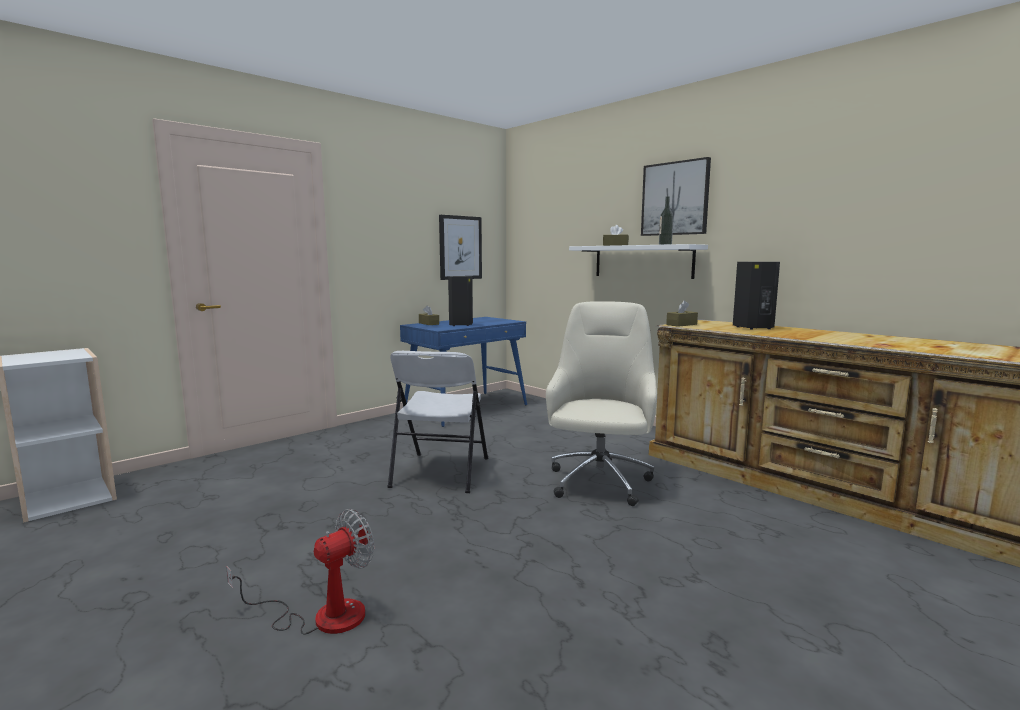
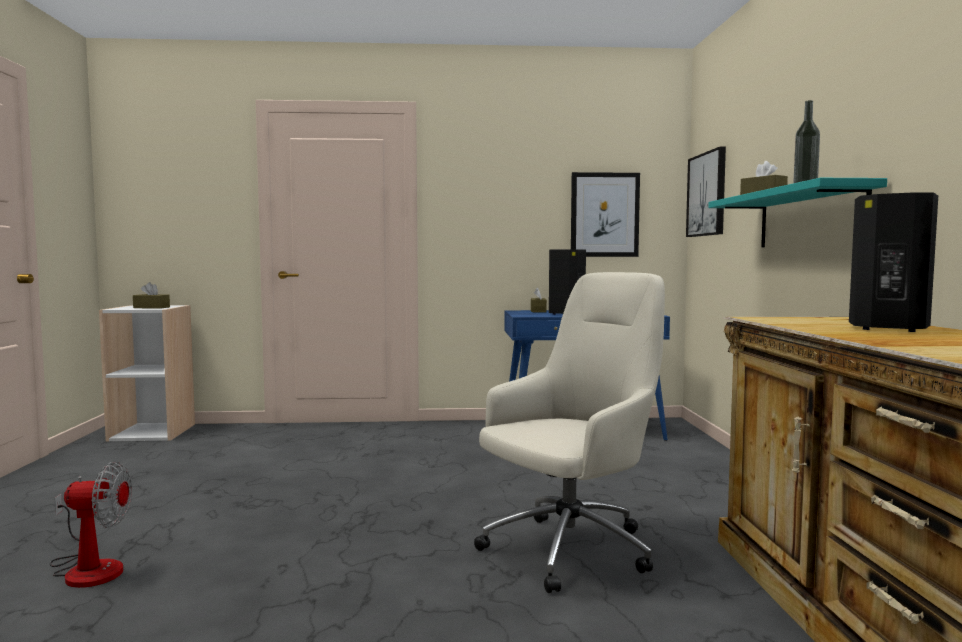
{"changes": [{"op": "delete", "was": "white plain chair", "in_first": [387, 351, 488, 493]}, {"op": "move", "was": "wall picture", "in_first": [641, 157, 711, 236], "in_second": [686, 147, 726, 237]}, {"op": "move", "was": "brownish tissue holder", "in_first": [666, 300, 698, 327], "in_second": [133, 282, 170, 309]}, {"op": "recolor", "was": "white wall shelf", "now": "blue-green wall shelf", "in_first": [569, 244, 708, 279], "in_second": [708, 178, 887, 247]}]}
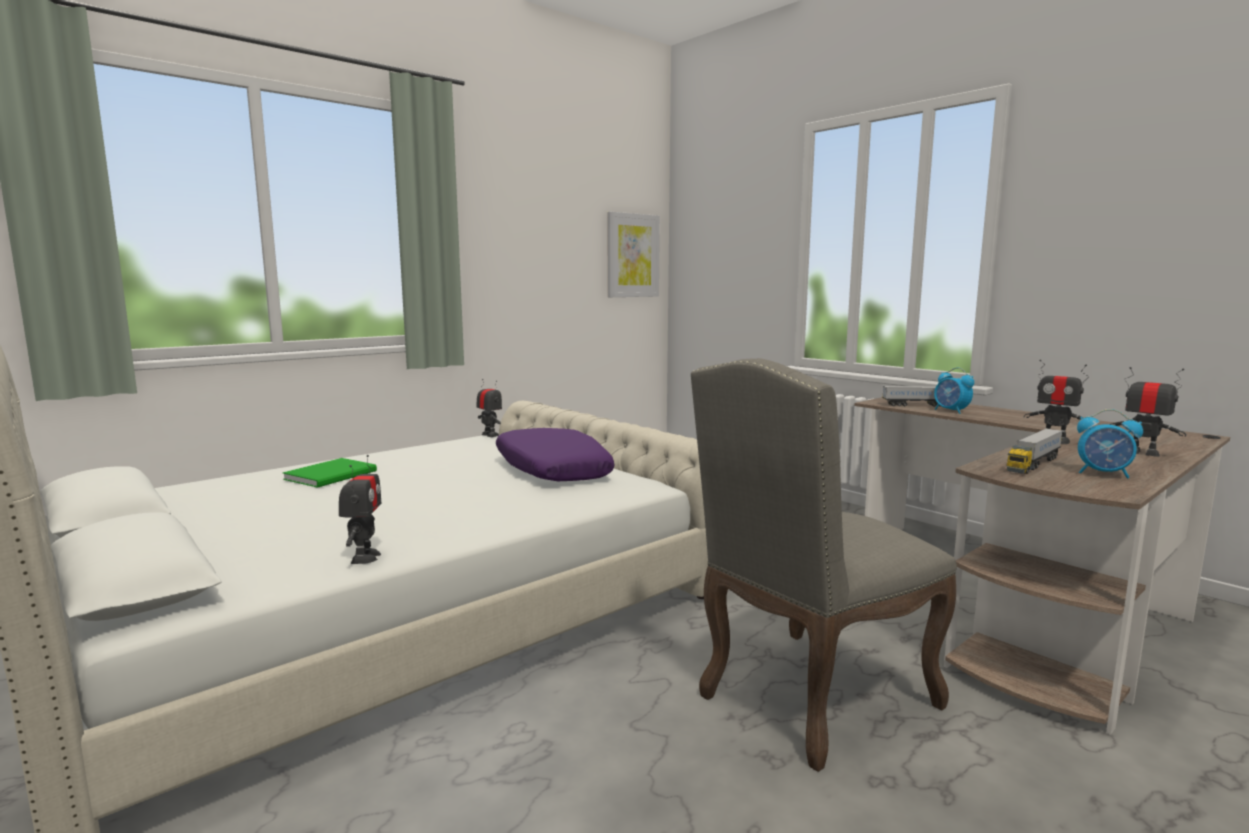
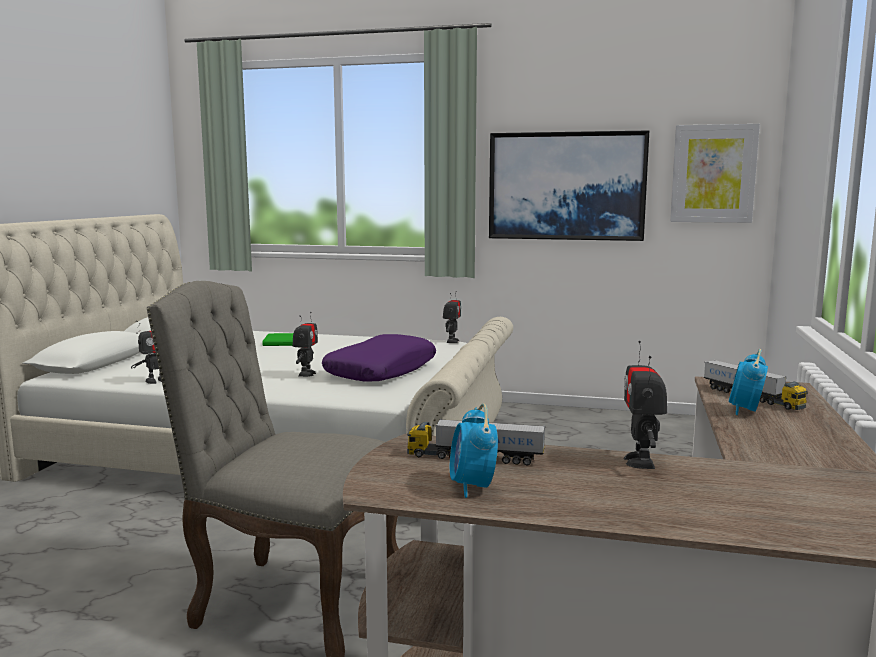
{"changes": [{"op": "insert", "now": "wall picture", "in_second": [489, 130, 649, 241]}, {"op": "move", "was": "robot figure", "in_first": [1109, 367, 1187, 457], "in_second": [293, 312, 318, 377]}]}
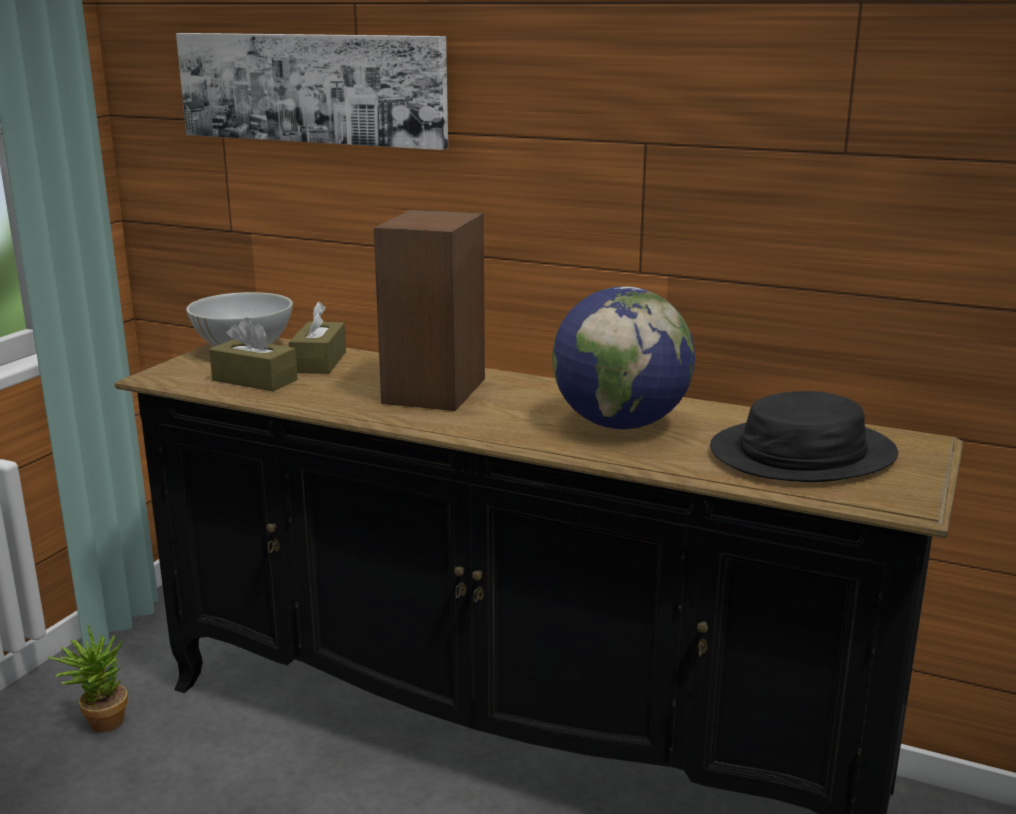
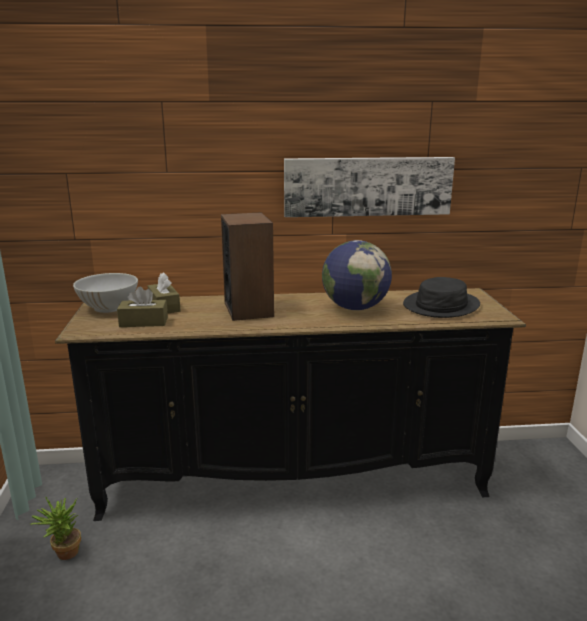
{"changes": [{"op": "move", "was": "wall picture", "in_first": [176, 33, 448, 150], "in_second": [284, 157, 455, 217]}]}
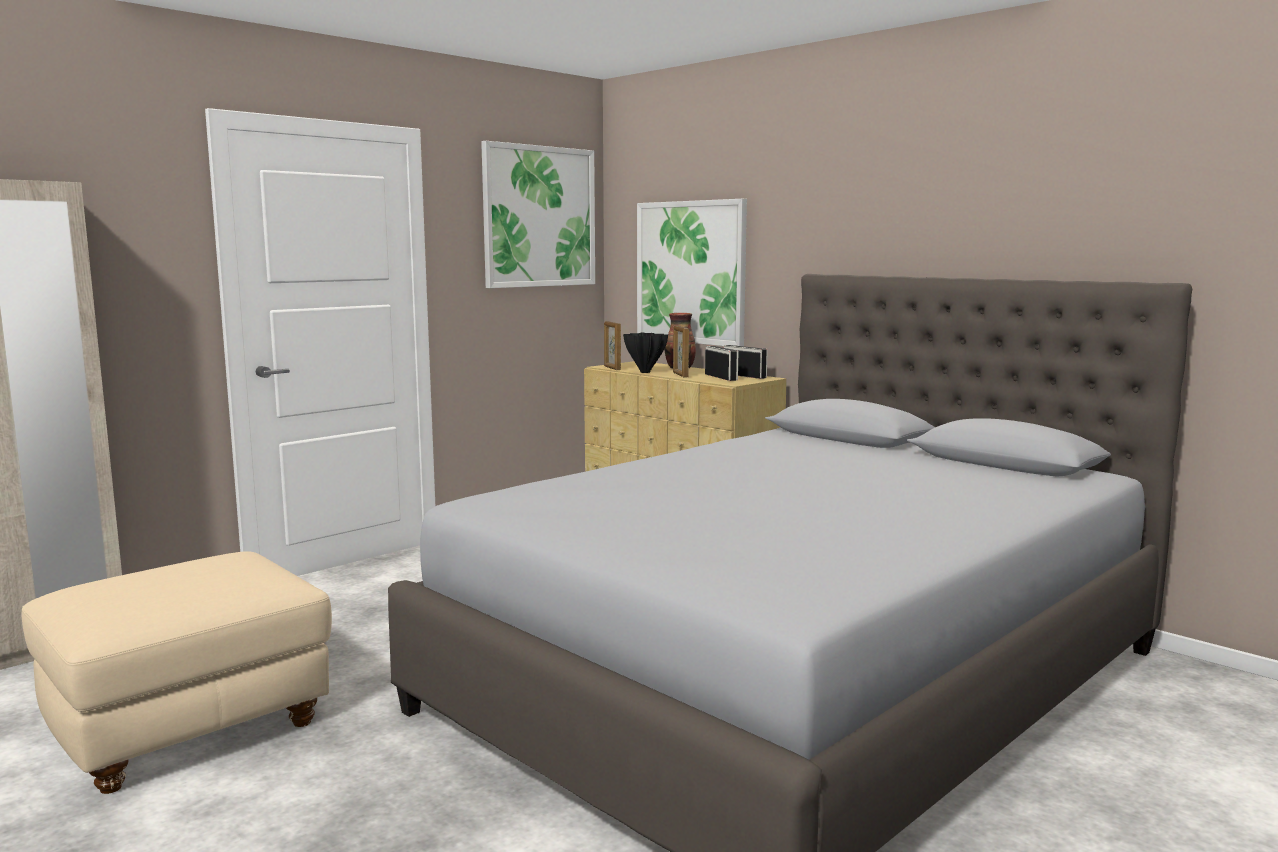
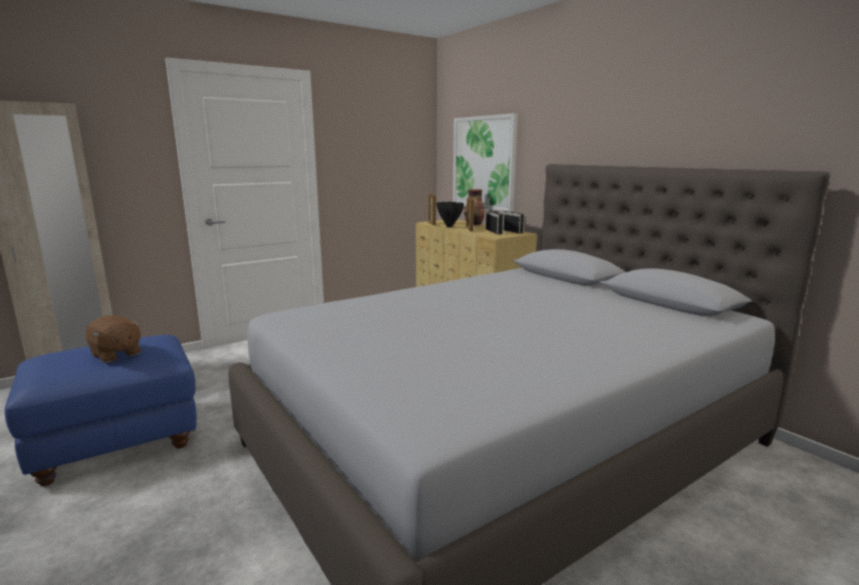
{"changes": [{"op": "delete", "was": "wall picture", "in_first": [481, 141, 595, 288]}, {"op": "insert", "now": "brownish plush toy", "in_second": [86, 315, 142, 363]}, {"op": "recolor", "was": "beige ottoman", "now": "blue-coloured ottoman", "in_first": [22, 551, 332, 794], "in_second": [5, 335, 197, 486]}]}
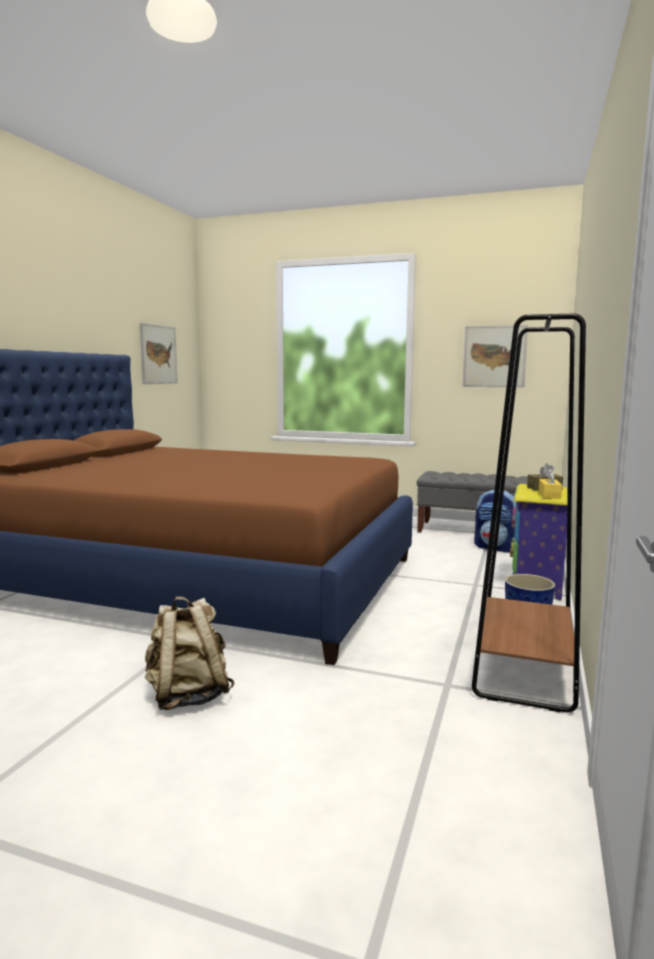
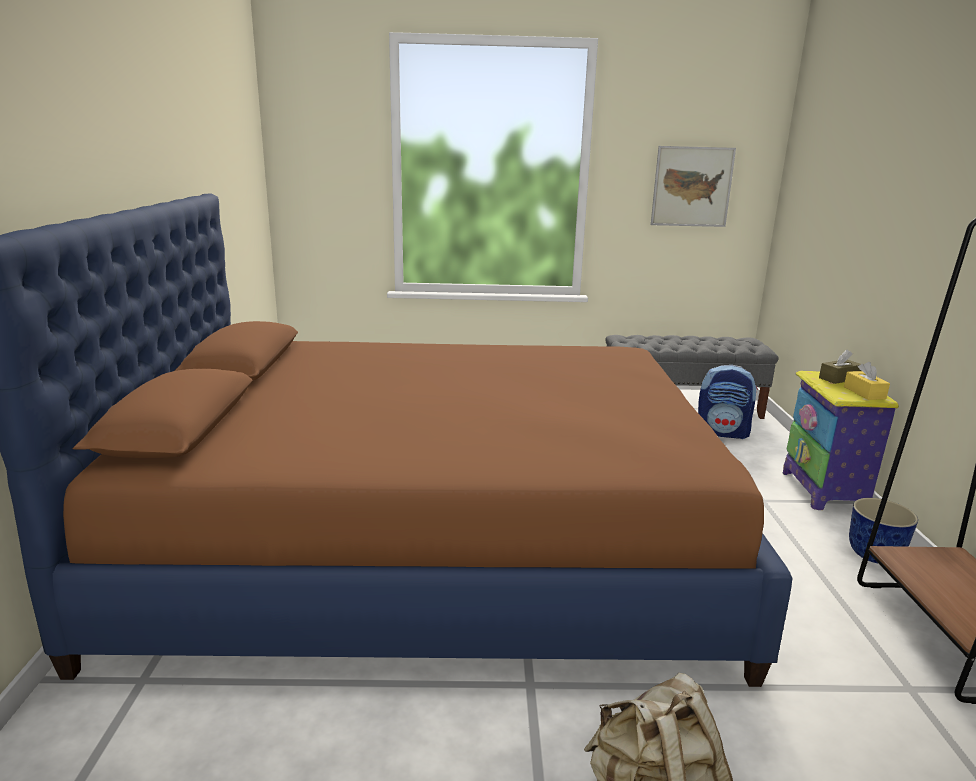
{"changes": [{"op": "delete", "was": "wall picture", "in_first": [140, 323, 178, 384]}]}
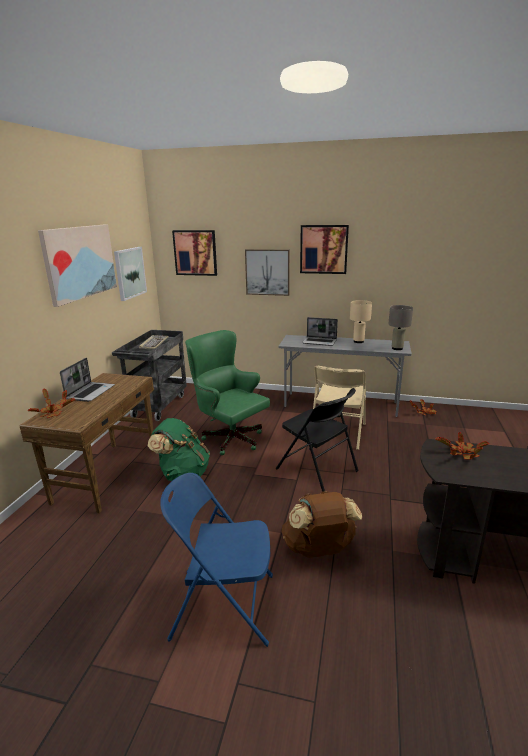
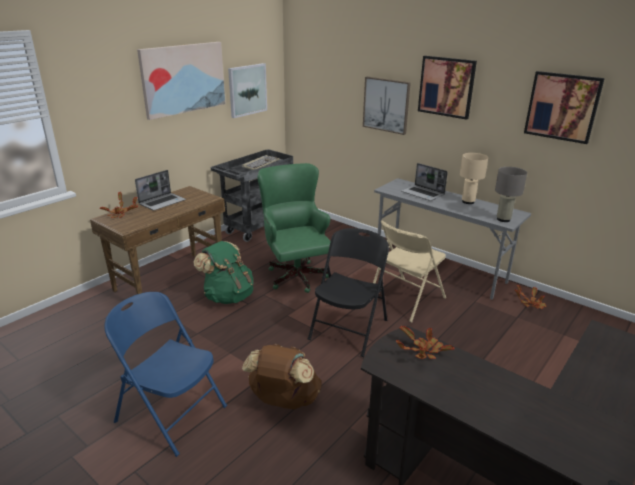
{"changes": [{"op": "move", "was": "wall picture", "in_first": [172, 230, 217, 276], "in_second": [524, 71, 605, 144]}, {"op": "rotate", "was": "black-coloured plain chair", "in_first": [276, 388, 359, 492], "in_second": [308, 228, 389, 357], "clockwise": -135}]}
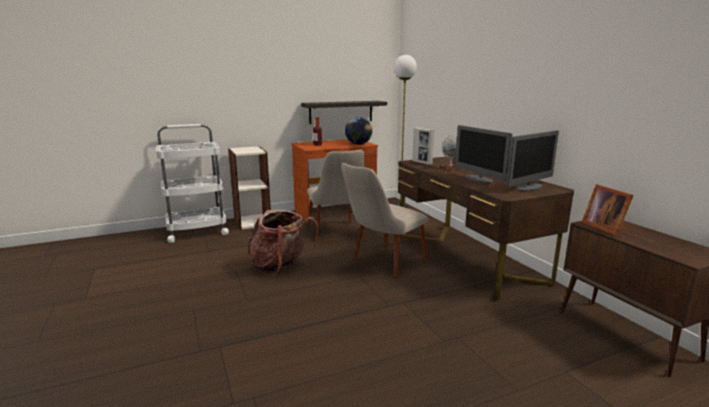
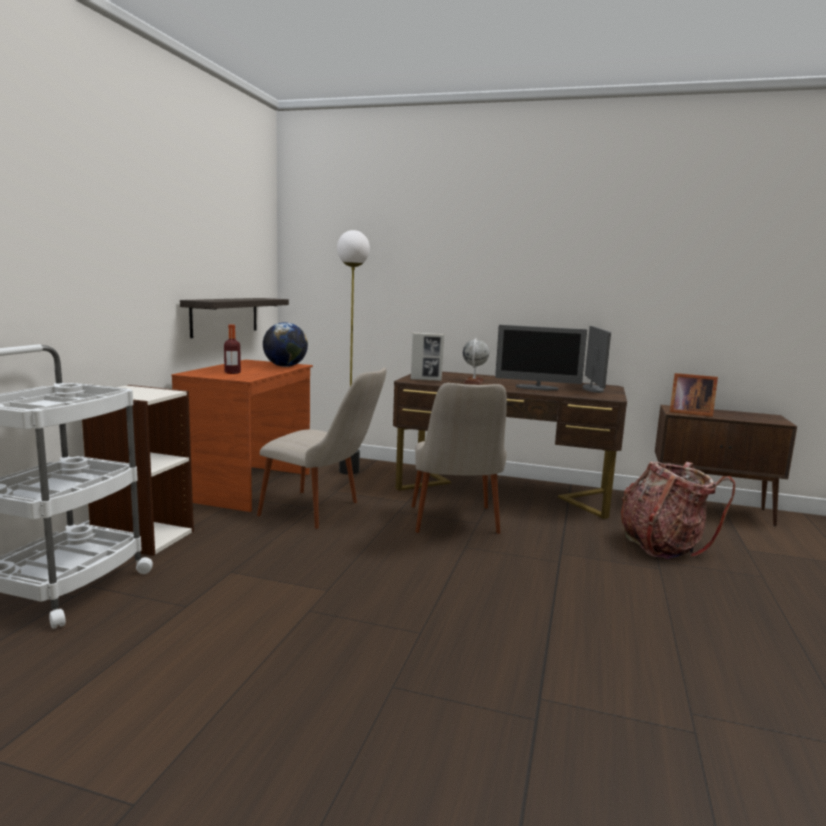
{"changes": [{"op": "move", "was": "rucksack", "in_first": [247, 209, 318, 276], "in_second": [621, 462, 735, 559]}]}
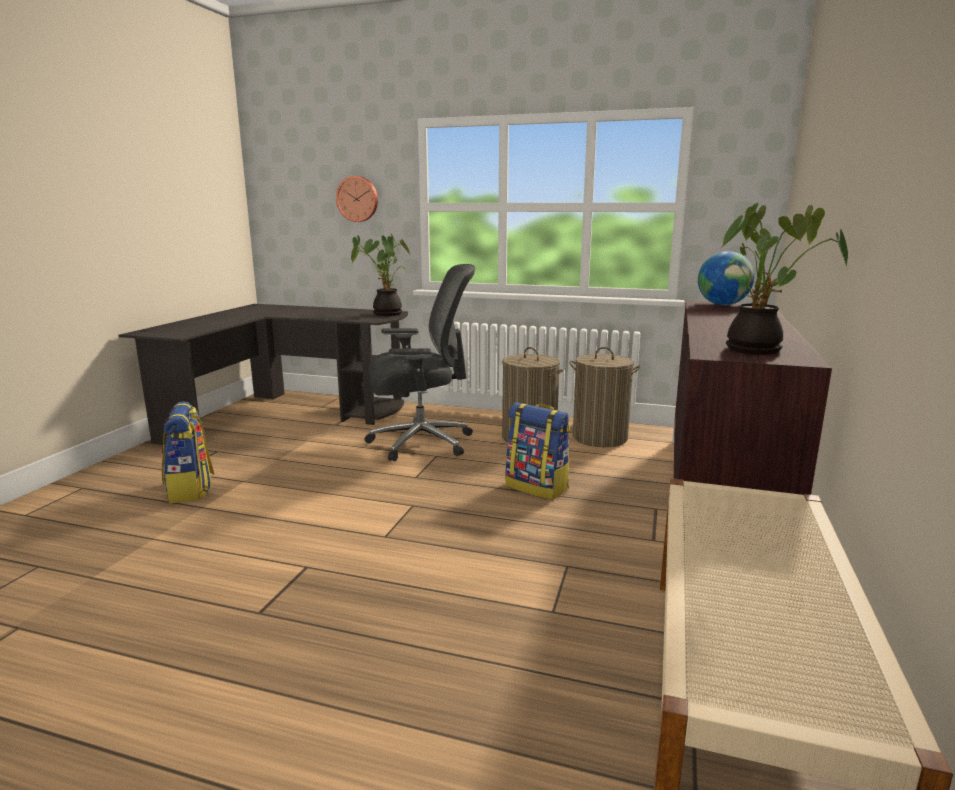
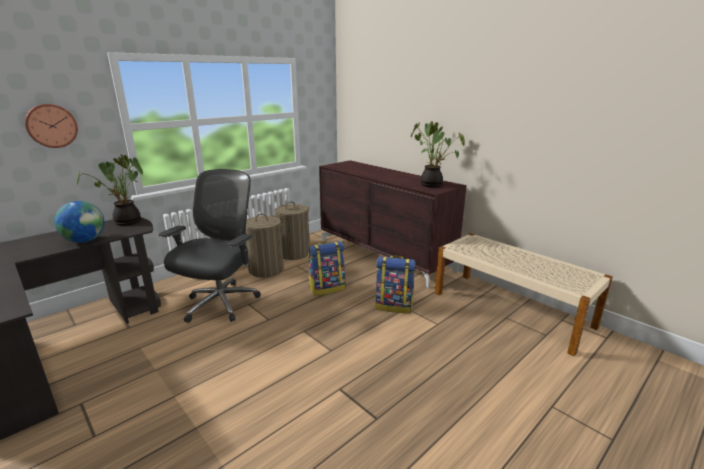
{"changes": [{"op": "move", "was": "rucksack", "in_first": [162, 401, 214, 503], "in_second": [375, 256, 416, 313]}, {"op": "move", "was": "globe", "in_first": [698, 251, 754, 305], "in_second": [54, 201, 104, 243]}]}
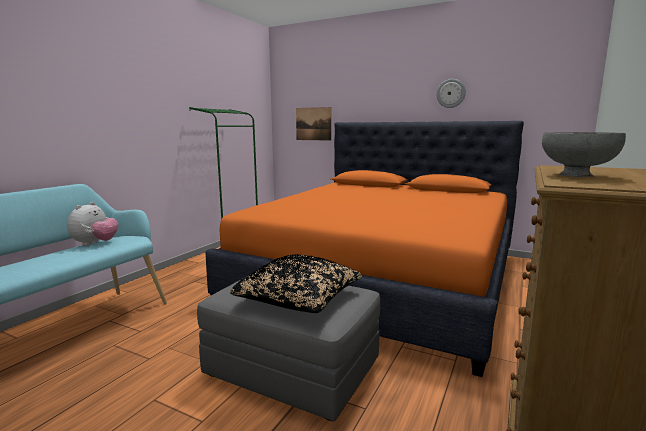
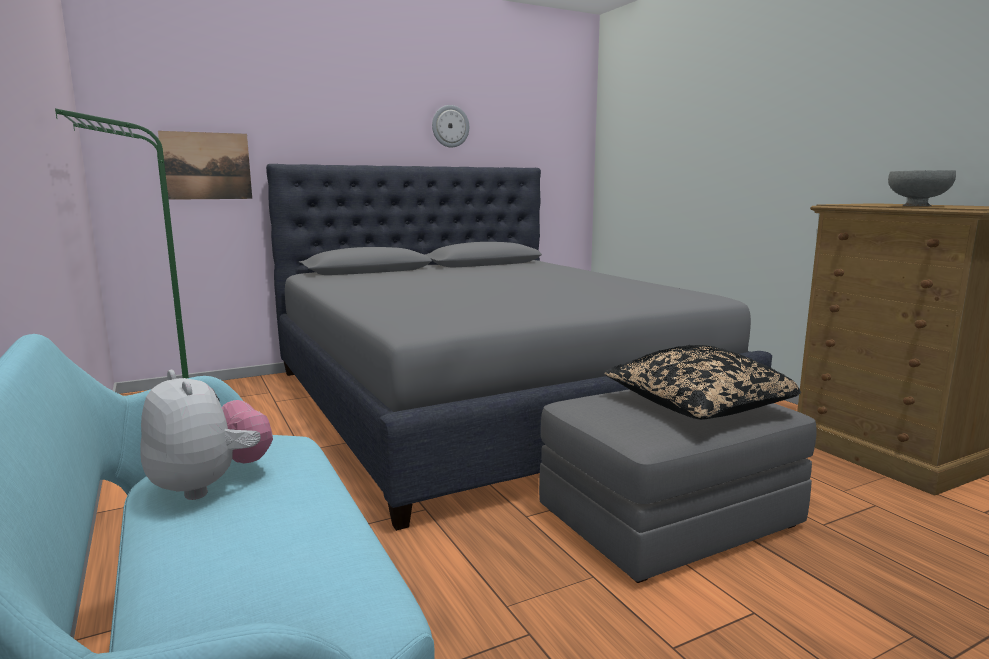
{"changes": [{"op": "recolor", "was": "orangey sleeping bed", "now": "greyish sleeping bed", "in_first": [205, 121, 524, 377], "in_second": [266, 164, 772, 531]}]}
